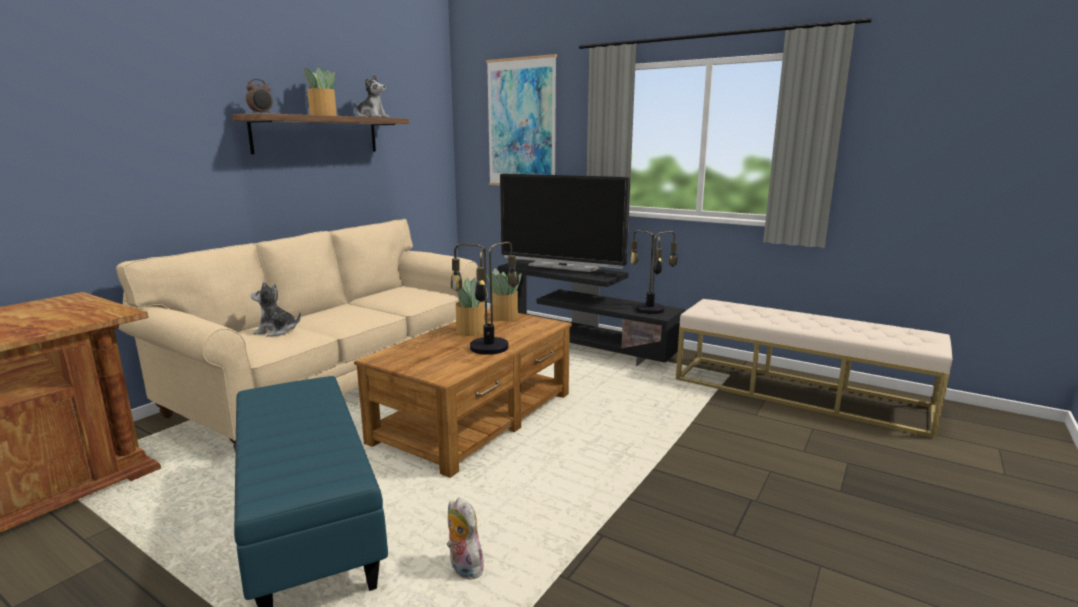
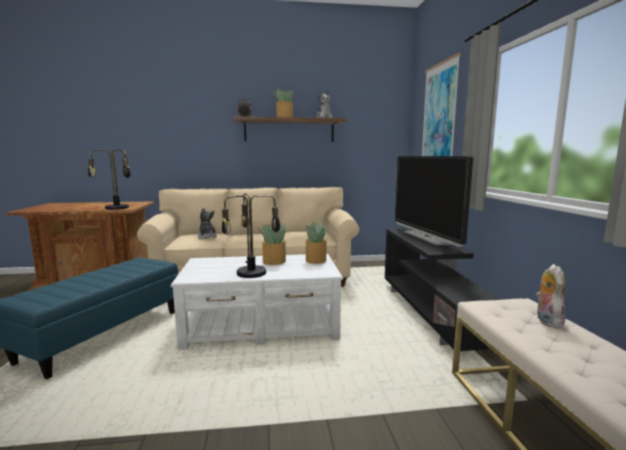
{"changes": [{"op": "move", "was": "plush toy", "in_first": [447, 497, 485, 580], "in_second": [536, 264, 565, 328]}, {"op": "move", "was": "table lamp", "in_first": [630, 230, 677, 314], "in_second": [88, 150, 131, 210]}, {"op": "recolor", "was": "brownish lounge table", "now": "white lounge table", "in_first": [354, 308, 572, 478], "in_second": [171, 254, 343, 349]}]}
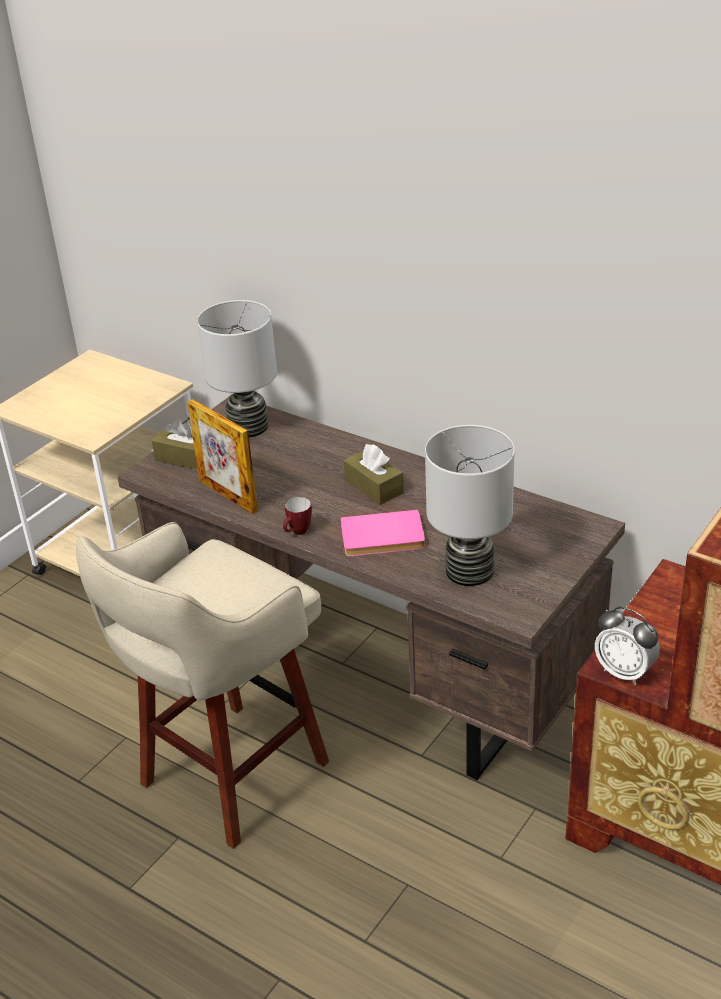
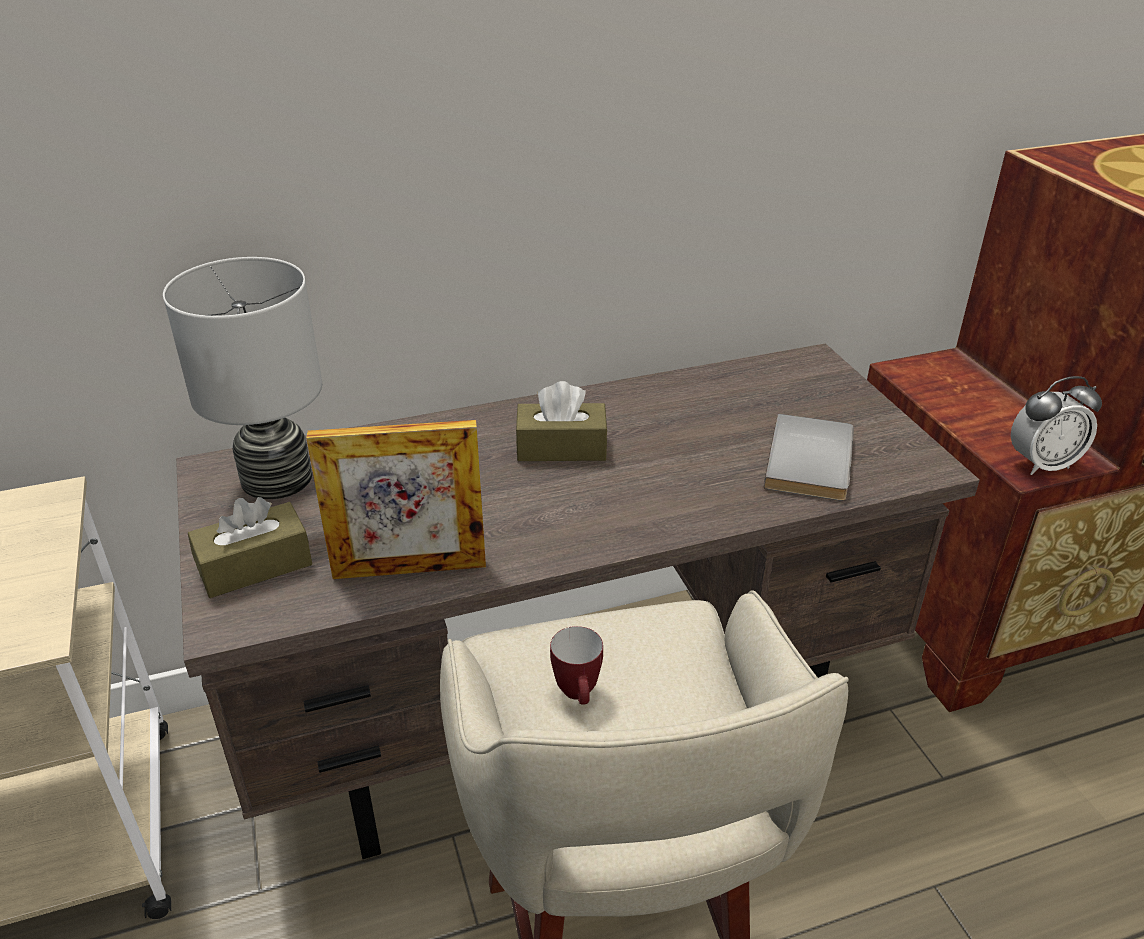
{"changes": [{"op": "delete", "was": "pinkish book", "in_first": [340, 510, 426, 557]}, {"op": "move", "was": "coffee mug", "in_first": [283, 497, 312, 535], "in_second": [550, 626, 603, 705]}, {"op": "replace", "was": "greyish table lamp", "now": "greyish book", "in_first": [425, 425, 515, 586], "in_second": [764, 414, 854, 501]}]}
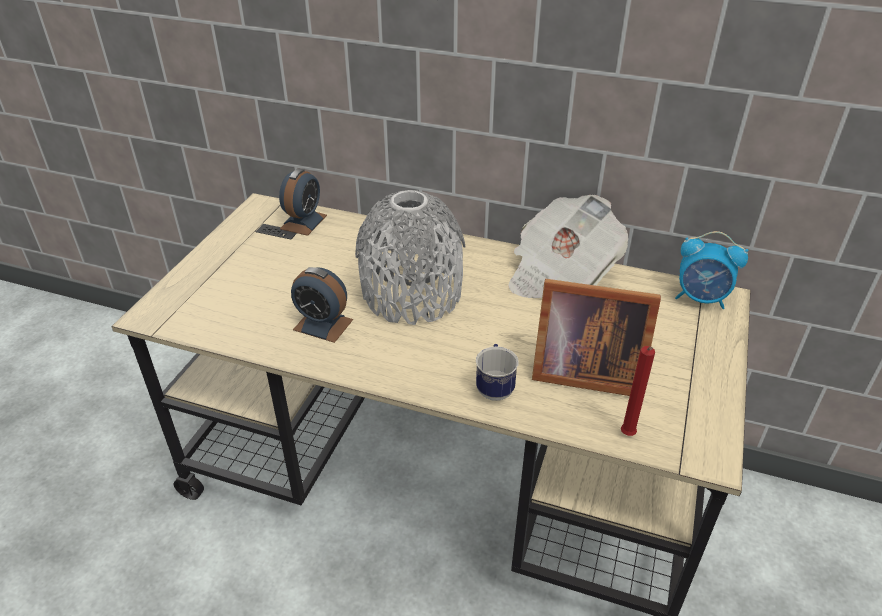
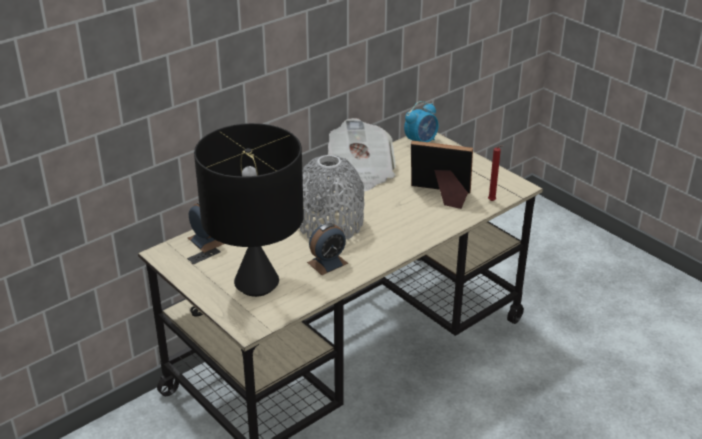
{"changes": [{"op": "delete", "was": "coffee mug", "in_first": [476, 344, 519, 401]}, {"op": "insert", "now": "black-coloured table lamp", "in_second": [194, 123, 304, 297]}, {"op": "rotate", "was": "standing frame", "in_first": [532, 279, 661, 396], "in_second": [411, 140, 473, 209], "clockwise": -120}]}
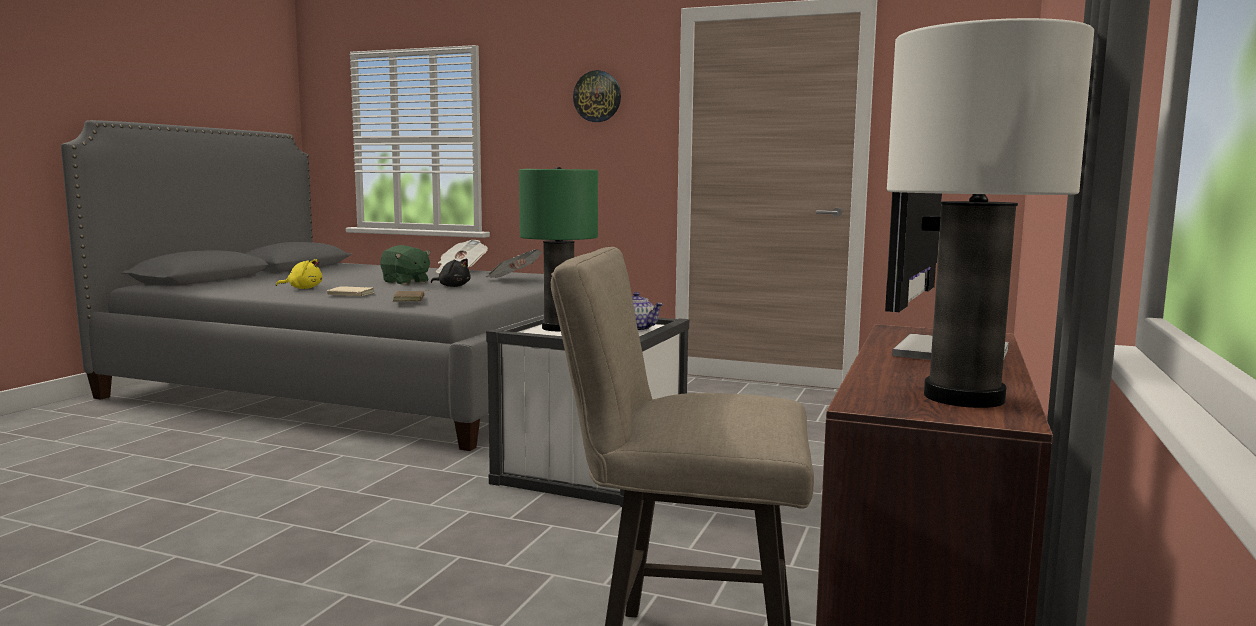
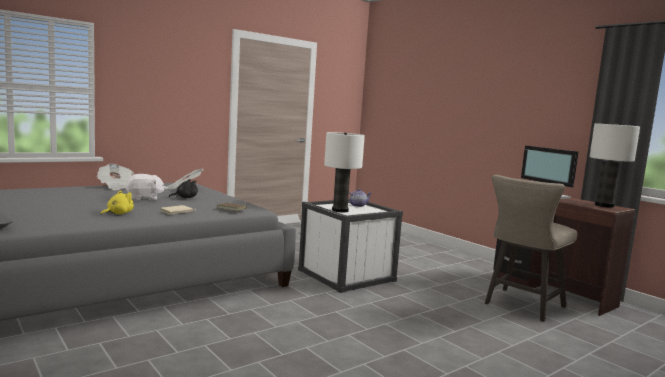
{"changes": [{"op": "delete", "was": "wall clock", "in_first": [573, 70, 621, 122]}, {"op": "recolor", "was": "green-coloured plush toy", "now": "white plush toy", "in_first": [380, 245, 431, 285], "in_second": [125, 174, 166, 201]}, {"op": "recolor", "was": "green-coloured table lamp", "now": "white table lamp", "in_first": [519, 167, 598, 331], "in_second": [324, 132, 365, 212]}]}
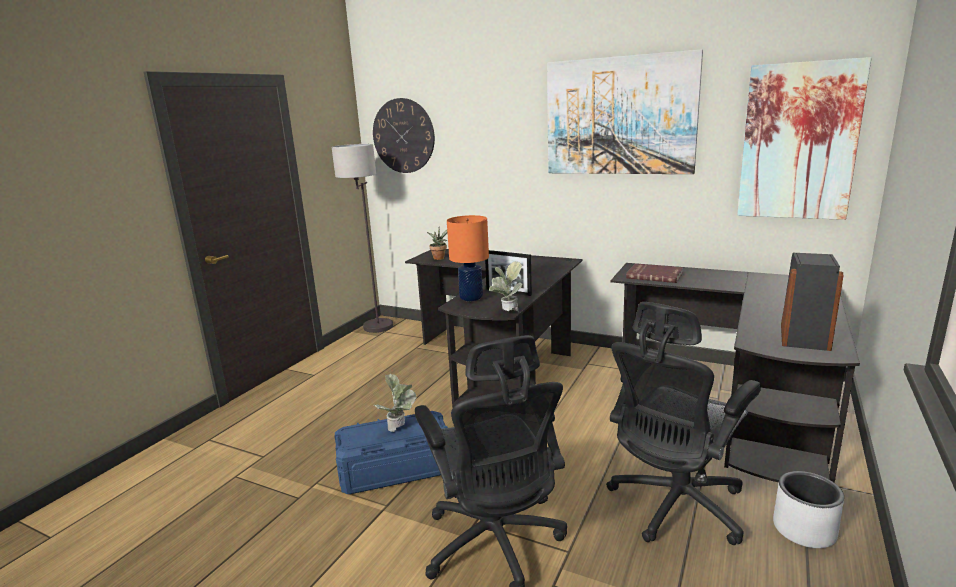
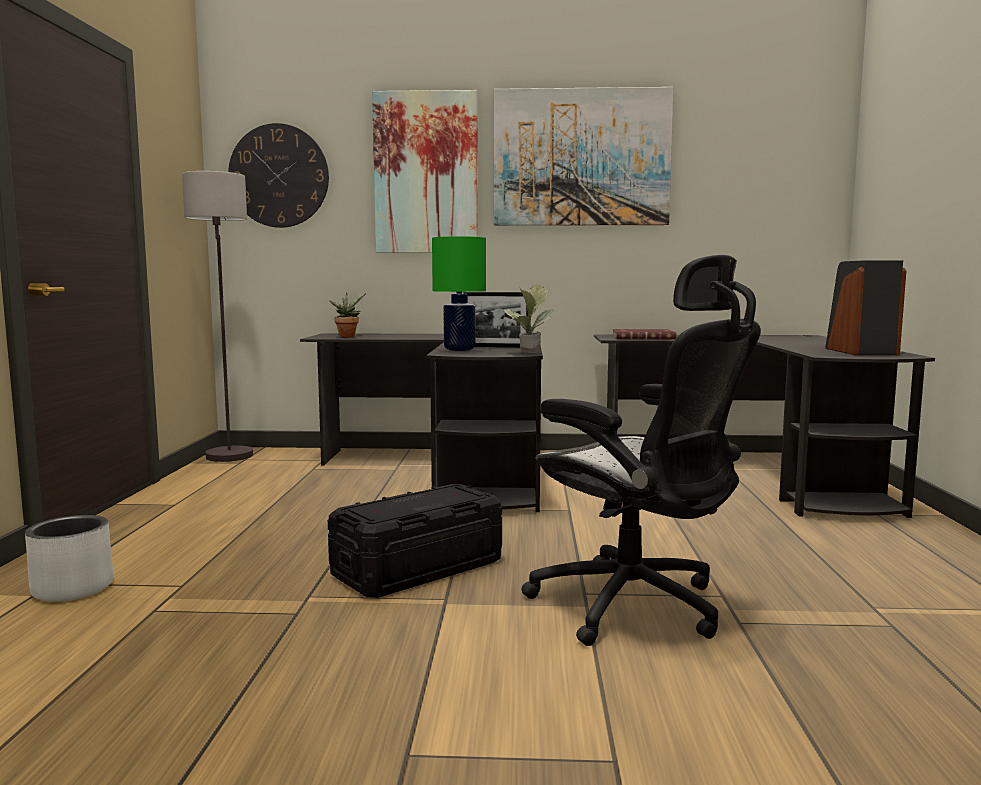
{"changes": [{"op": "delete", "was": "houseplant", "in_first": [374, 374, 416, 432]}, {"op": "delete", "was": "desk chair", "in_first": [606, 302, 761, 545]}, {"op": "move", "was": "wall picture", "in_first": [737, 57, 872, 220], "in_second": [372, 90, 478, 253]}, {"op": "move", "was": "white plant pot", "in_first": [773, 471, 844, 548], "in_second": [25, 515, 113, 602]}, {"op": "recolor", "was": "blue-coloured storage container", "now": "black-coloured storage container", "in_first": [334, 411, 448, 494], "in_second": [328, 484, 502, 598]}, {"op": "recolor", "was": "orangey table lamp", "now": "green-coloured table lamp", "in_first": [447, 215, 489, 302], "in_second": [432, 236, 486, 351]}]}
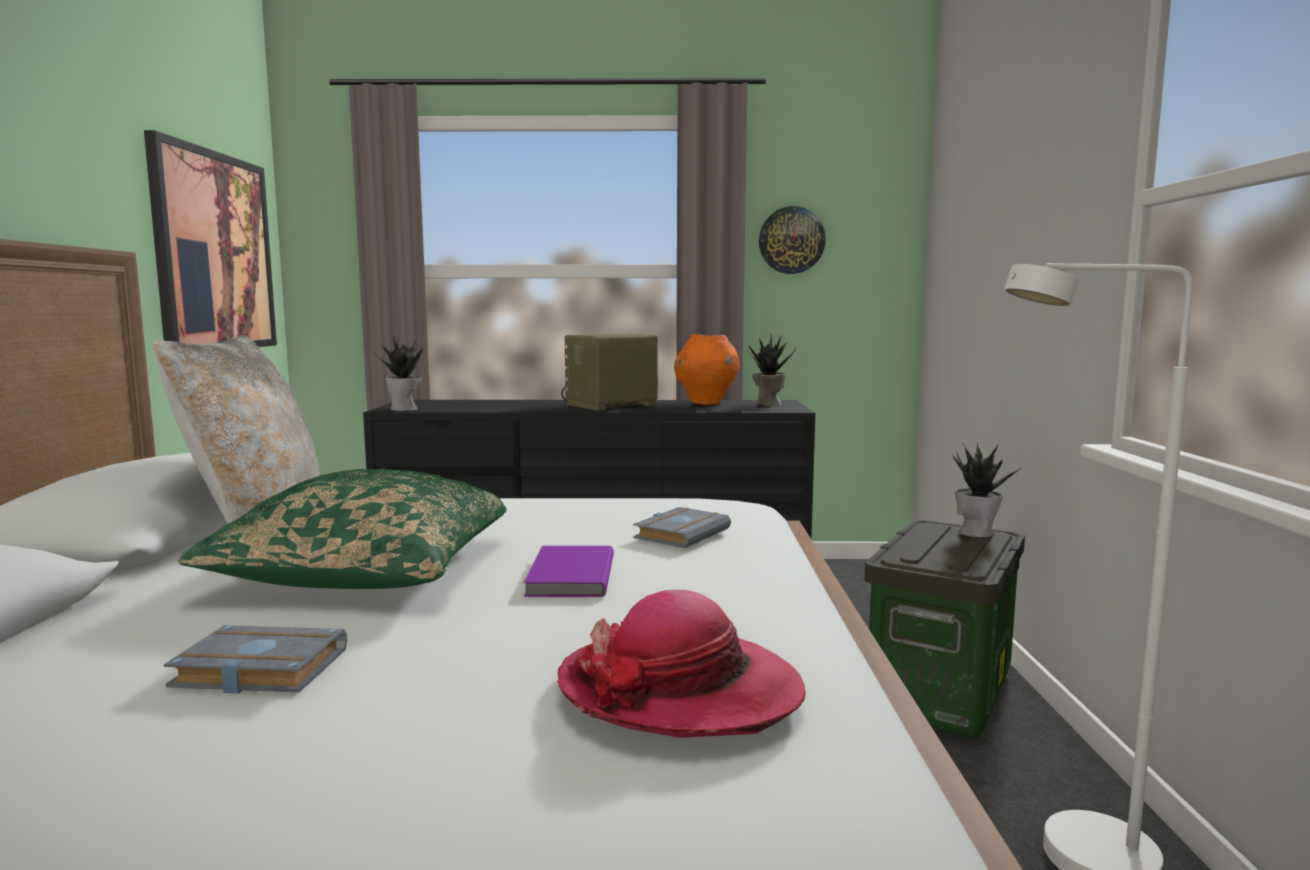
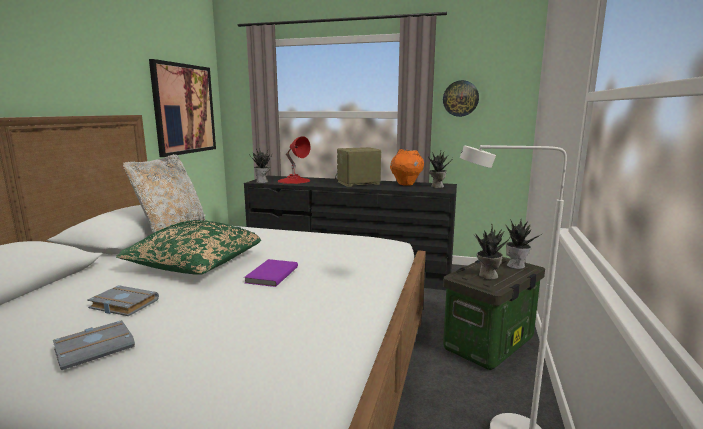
{"changes": [{"op": "delete", "was": "wearable hat", "in_first": [557, 590, 806, 738]}, {"op": "insert", "now": "red table lamp", "in_second": [277, 136, 311, 184]}, {"op": "insert", "now": "houseplant", "in_second": [475, 224, 511, 279]}, {"op": "move", "was": "greyish book", "in_first": [633, 507, 731, 548], "in_second": [53, 320, 135, 370]}]}
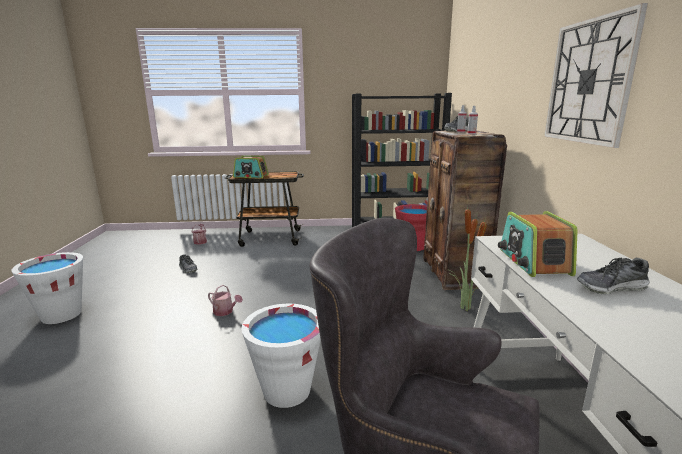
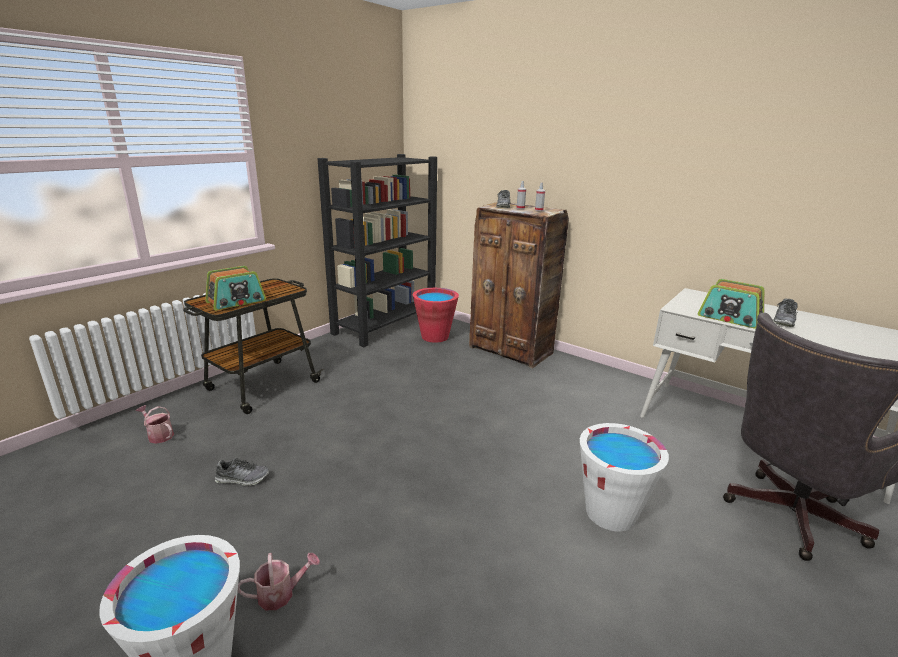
{"changes": [{"op": "delete", "was": "houseplant", "in_first": [449, 205, 487, 311]}, {"op": "delete", "was": "wall clock", "in_first": [544, 3, 648, 148]}, {"op": "move", "was": "watering can", "in_first": [208, 285, 243, 316], "in_second": [238, 553, 320, 610]}]}
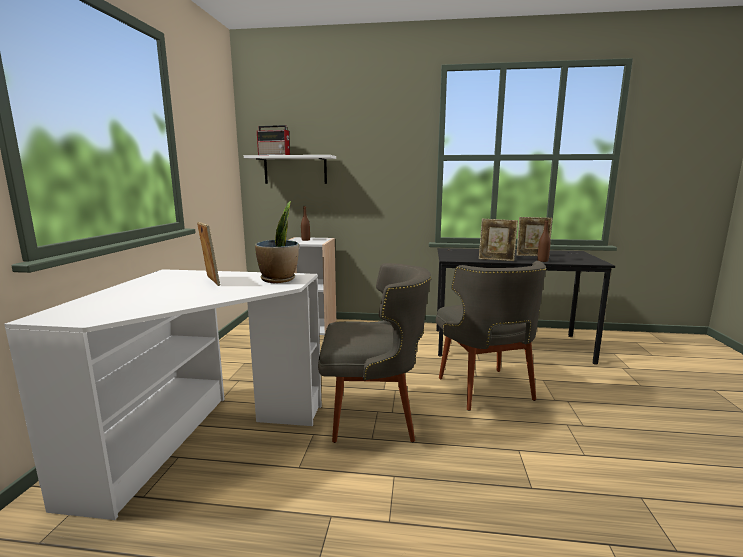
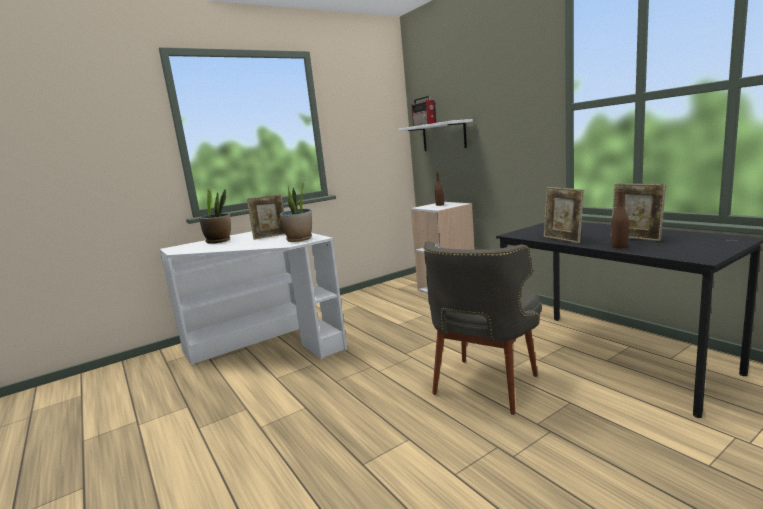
{"changes": [{"op": "delete", "was": "greyish plain chair", "in_first": [318, 263, 431, 443]}, {"op": "insert", "now": "houseplant", "in_second": [199, 187, 231, 244]}, {"op": "rotate", "was": "standing frame", "in_first": [197, 222, 220, 286], "in_second": [247, 194, 285, 240], "clockwise": 45}]}
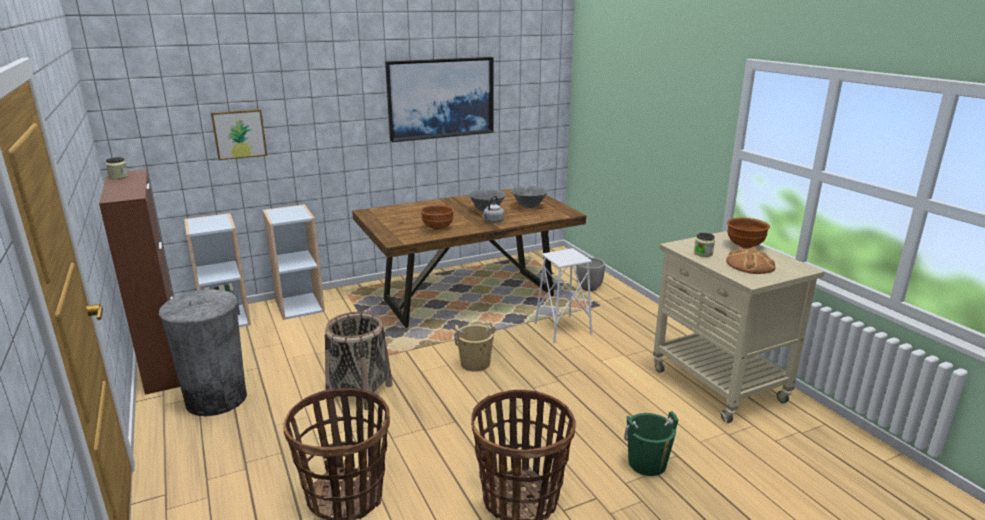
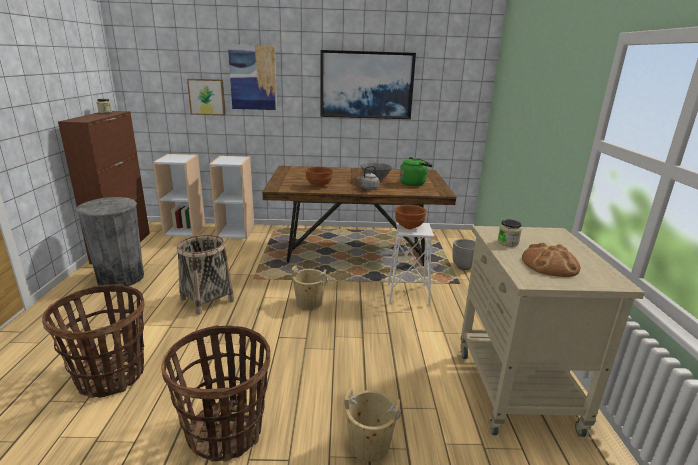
{"changes": [{"op": "insert", "now": "wall picture", "in_second": [228, 44, 277, 110]}, {"op": "move", "was": "brownish deep dish", "in_first": [727, 218, 770, 248], "in_second": [394, 205, 427, 229]}, {"op": "replace", "was": "greyish deep dish", "now": "green-coloured tea kettle", "in_first": [511, 186, 548, 208], "in_second": [399, 157, 433, 186]}, {"op": "recolor", "was": "green-coloured water bucket", "now": "beige water bucket", "in_first": [624, 411, 678, 476], "in_second": [344, 388, 401, 462]}]}
